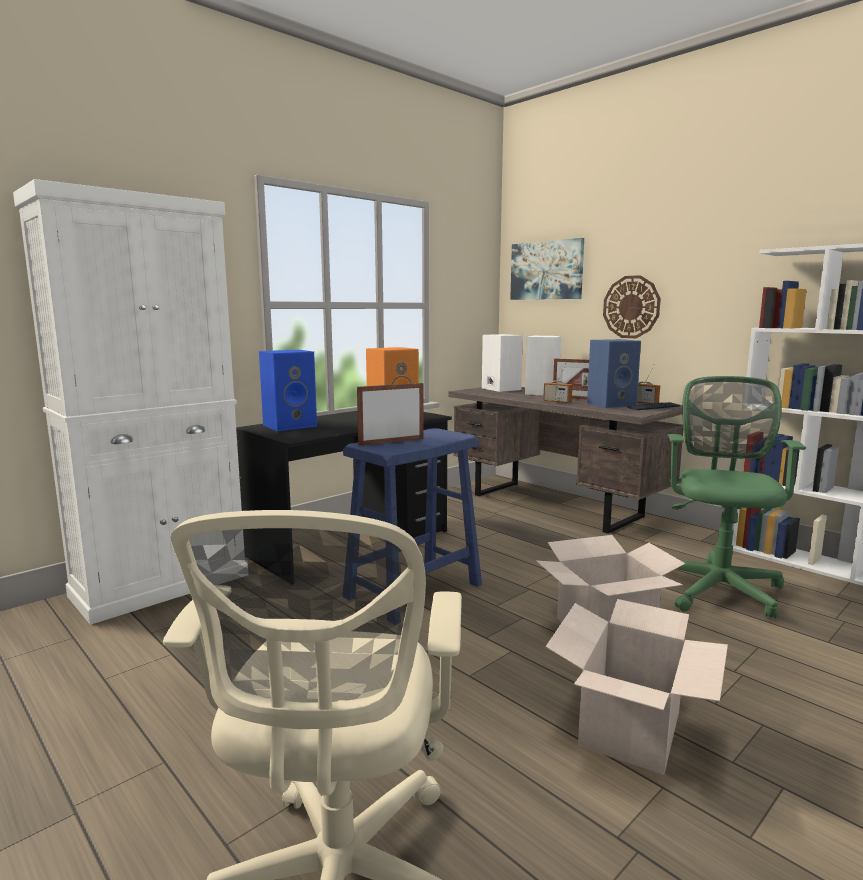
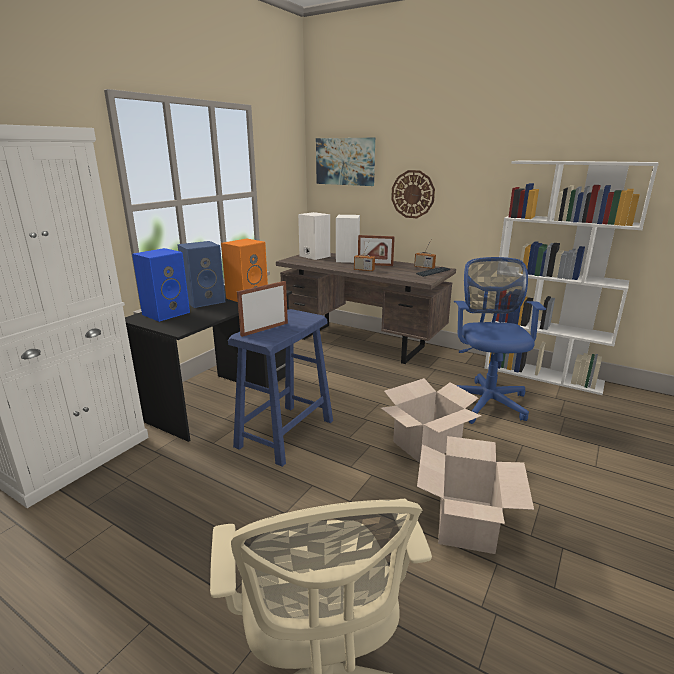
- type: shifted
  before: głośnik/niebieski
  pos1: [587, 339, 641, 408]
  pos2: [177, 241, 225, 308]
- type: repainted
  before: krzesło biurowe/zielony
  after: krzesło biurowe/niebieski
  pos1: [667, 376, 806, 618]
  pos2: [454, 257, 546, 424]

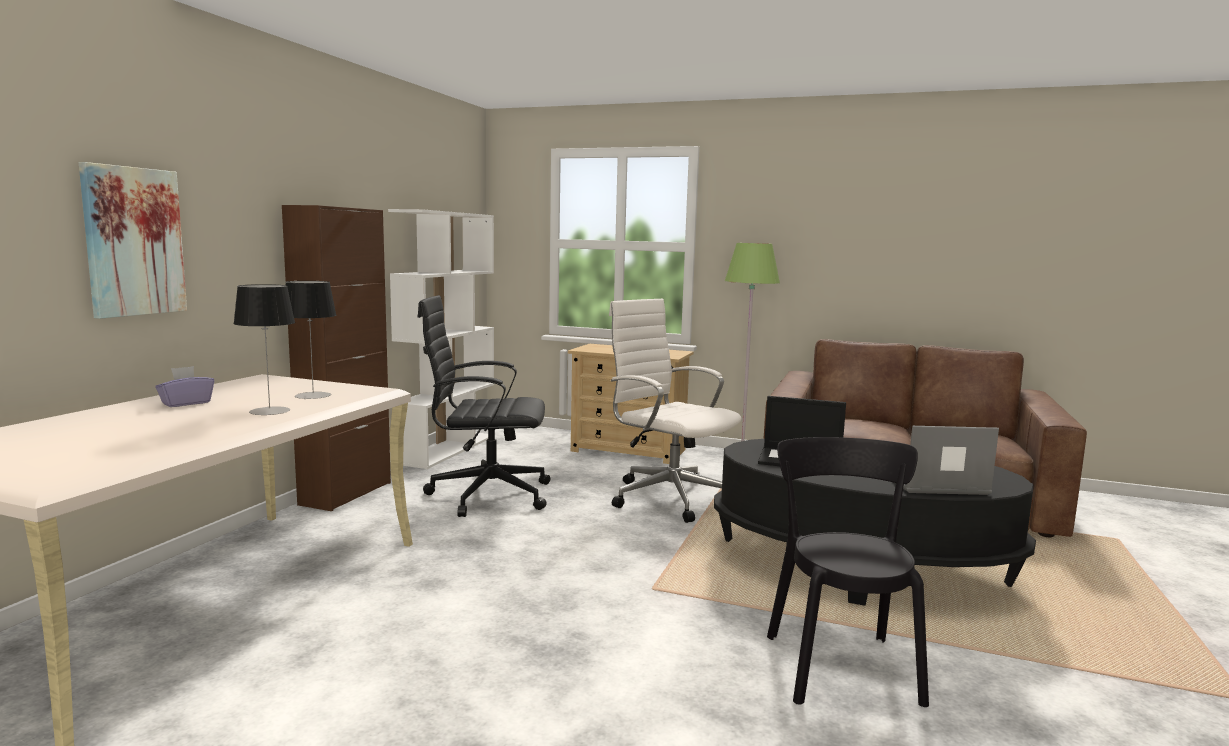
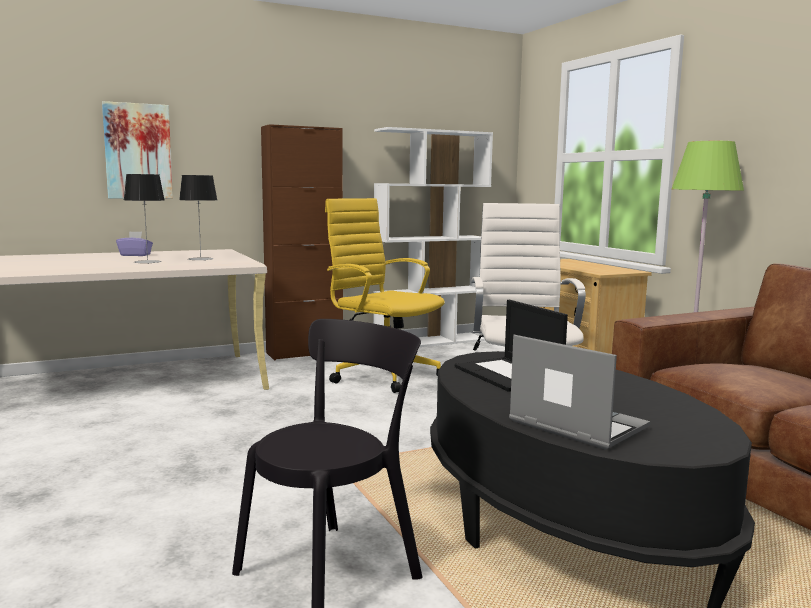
- type: repainted
  before: krzesło biurowe/czarny
  after: krzesło biurowe/żółty
  pos1: [418, 295, 550, 517]
  pos2: [325, 198, 445, 393]

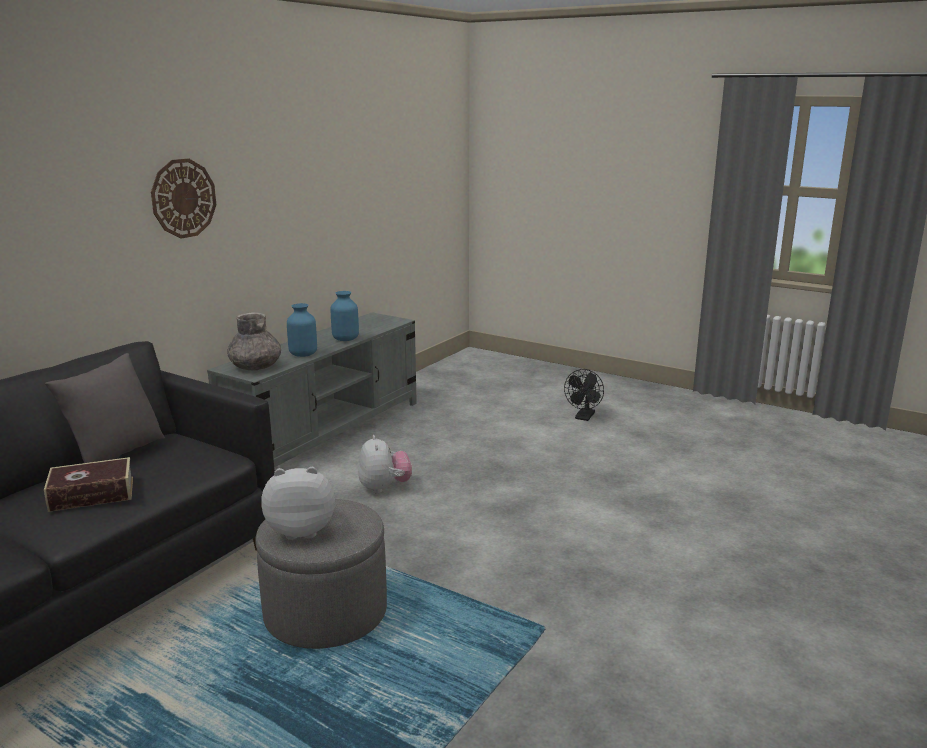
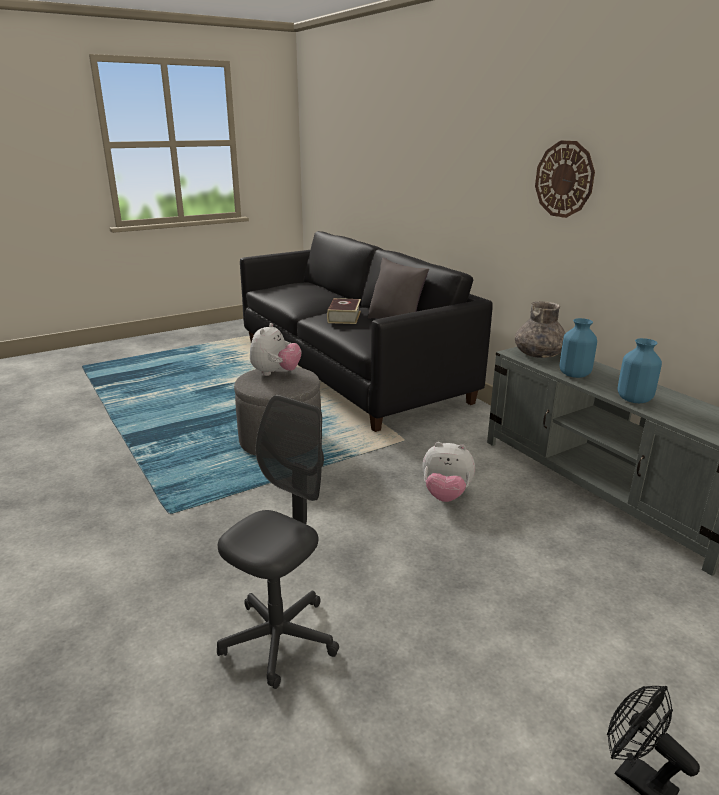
- type: new
  after: krzesło biurowe/szary
  pos2: [217, 395, 339, 689]

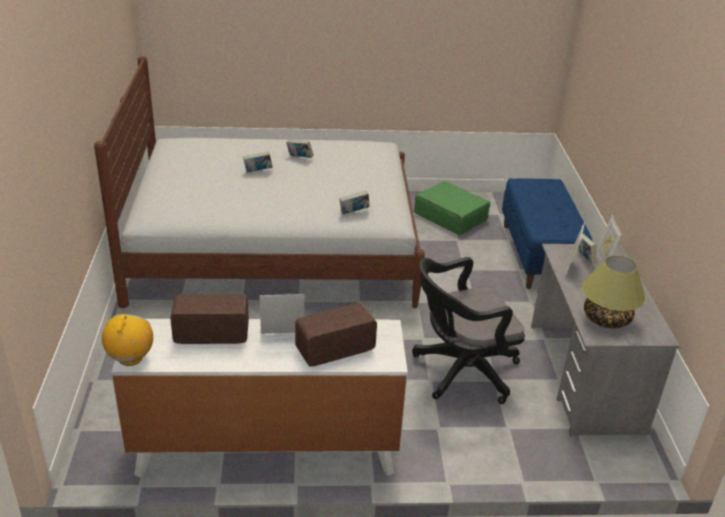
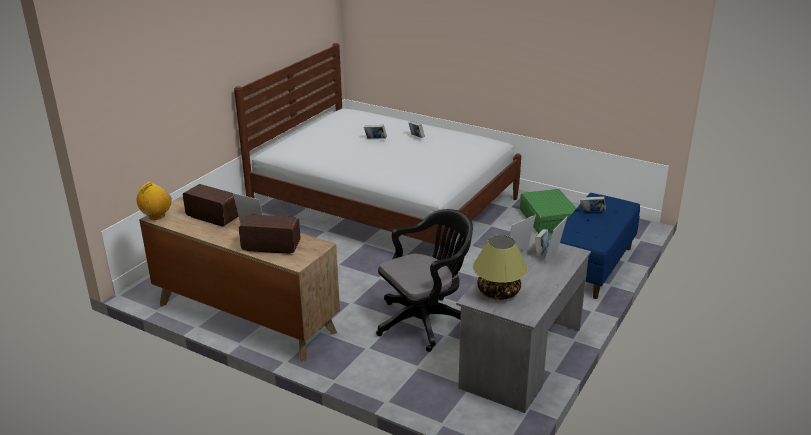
- type: repainted
  before: komoda/biały
  after: komoda/brązowy
  pos1: [111, 319, 408, 478]
  pos2: [139, 197, 340, 362]
- type: shifted
  before: książka
  pos1: [339, 191, 370, 214]
  pos2: [580, 196, 606, 212]
- type: rotated
  before: krzesło biurowe/czarny
  pos1: [412, 257, 525, 404]
  pos2: [376, 209, 473, 352]
  turn: 135

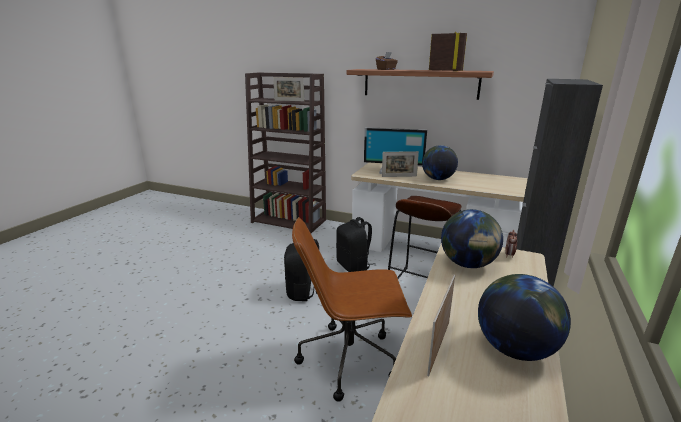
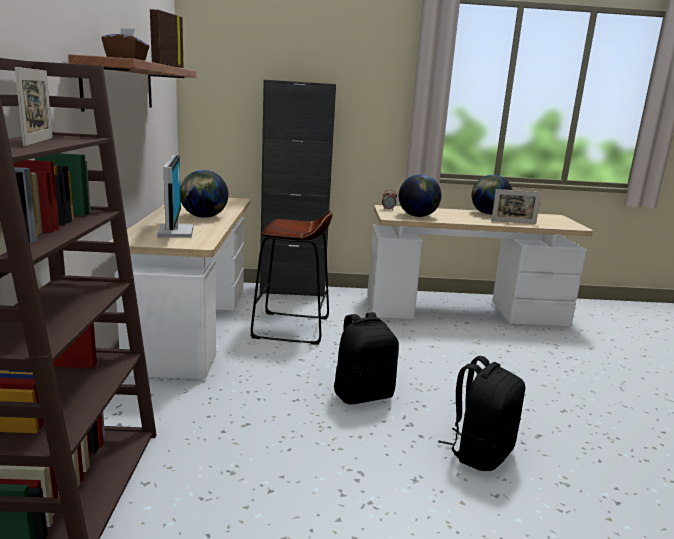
- type: gone
  before: krzesło biurowe/brązowy
  pos1: [292, 217, 412, 402]
- type: shifted
  before: plecak/czarny
  pos1: [336, 217, 375, 272]
  pos2: [438, 356, 525, 471]
- type: gone
  before: ramka na zdjęcie
  pos1: [382, 151, 419, 177]

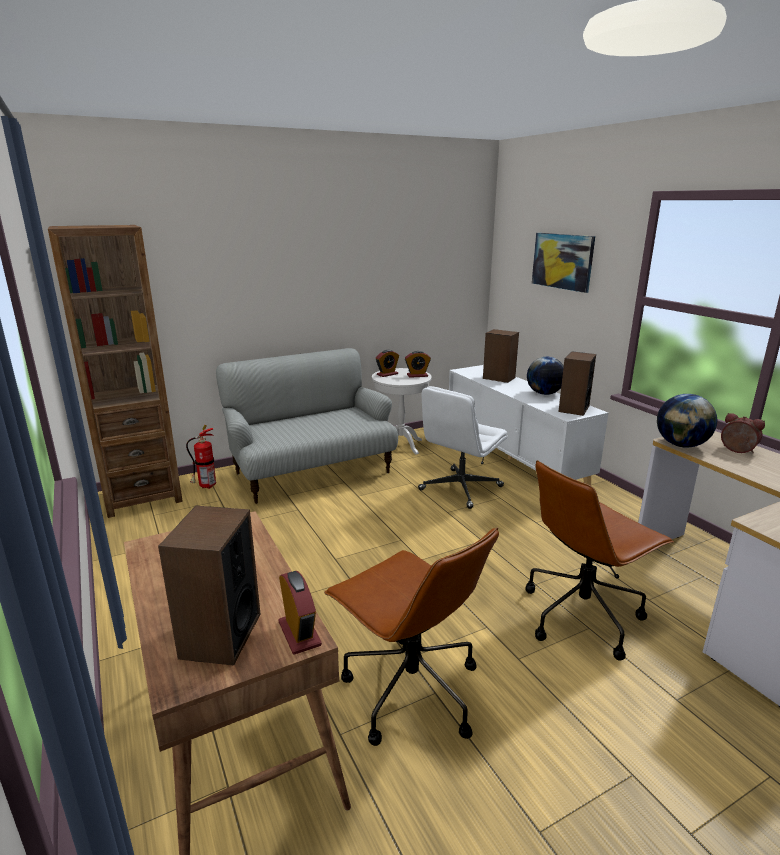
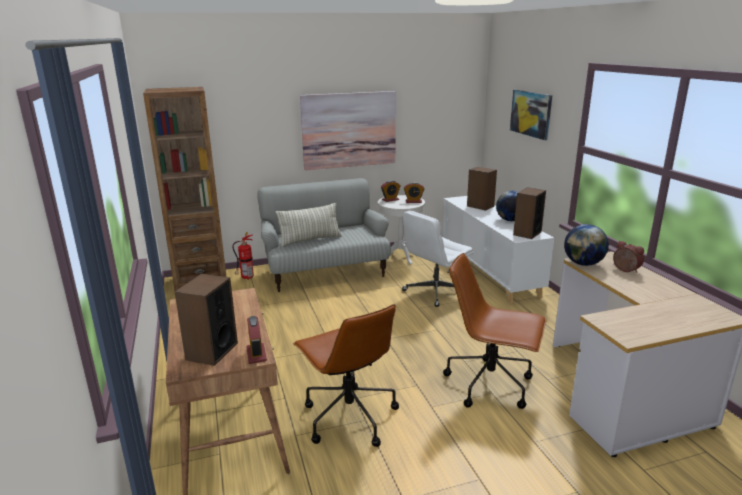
- type: rotated
  before: krzesło biurowe/brązowy
  pos1: [526, 460, 674, 660]
  pos2: [443, 253, 546, 409]
  turn: 45
- type: new
  after: poduszka
  pos2: [276, 203, 342, 247]
- type: new
  after: obraz
  pos2: [300, 91, 396, 170]

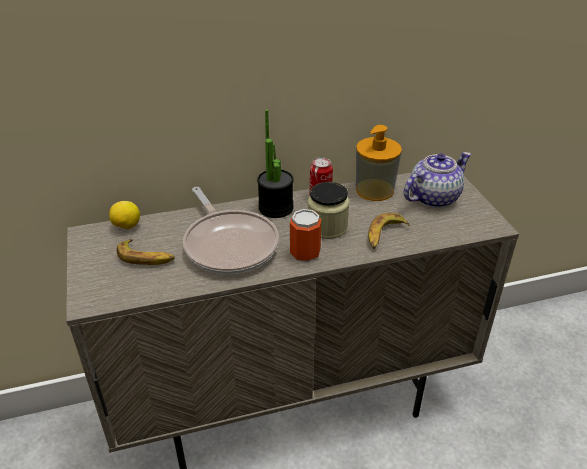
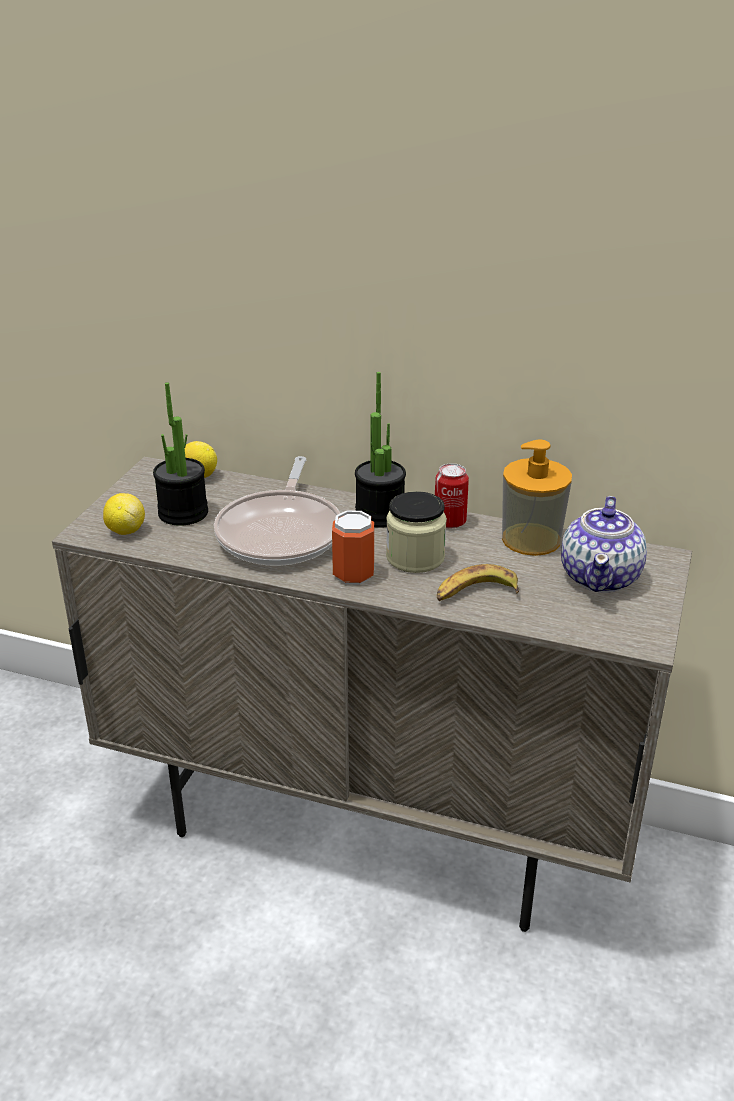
- type: swapped
  before: banan
  after: roślina doniczkowa
  pos1: [117, 239, 175, 265]
  pos2: [153, 382, 208, 526]
- type: rotated
  before: imbryk
  pos1: [404, 152, 471, 208]
  pos2: [561, 496, 647, 593]
  turn: 105
- type: new
  after: cytryna
  pos2: [103, 493, 145, 535]

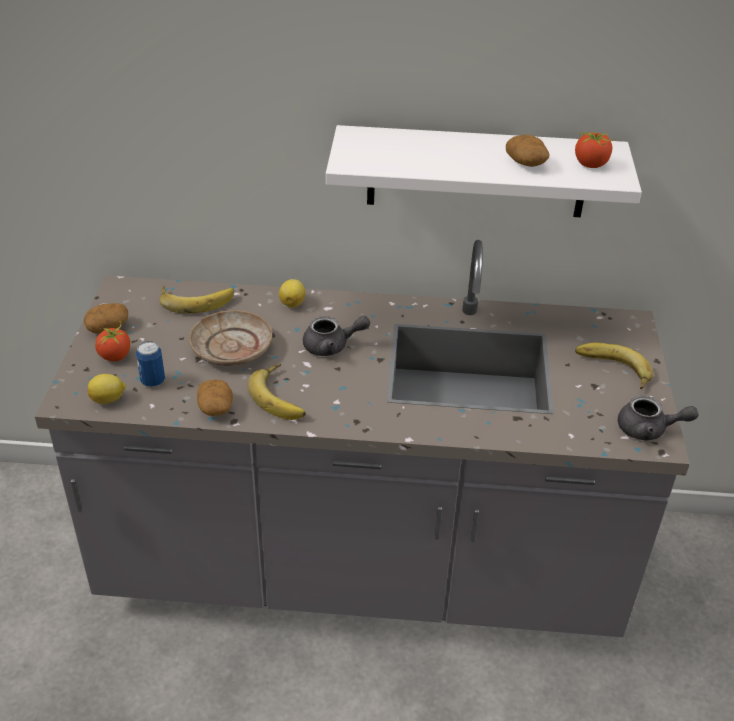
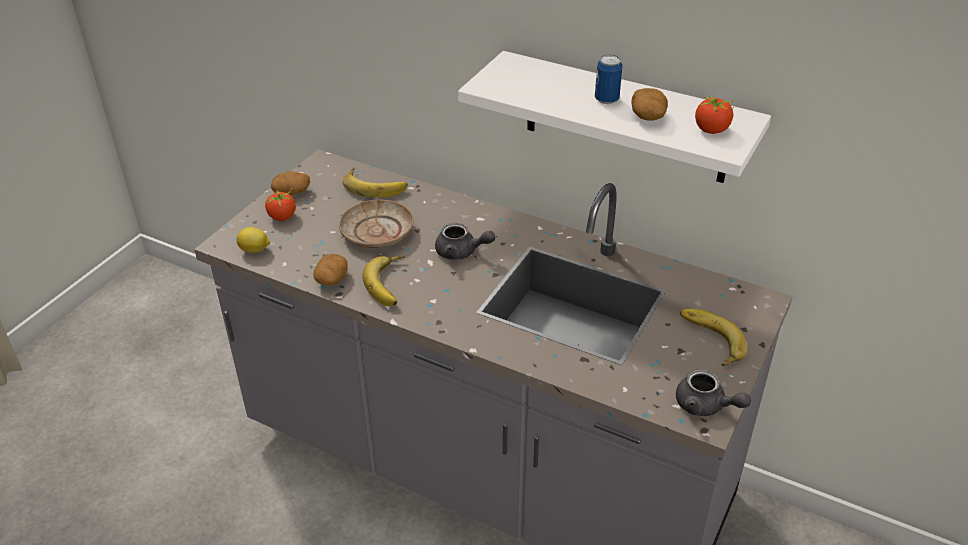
- type: shifted
  before: puszka
  pos1: [136, 341, 165, 387]
  pos2: [595, 55, 623, 104]
- type: gone
  before: cytryna
  pos1: [279, 279, 305, 308]

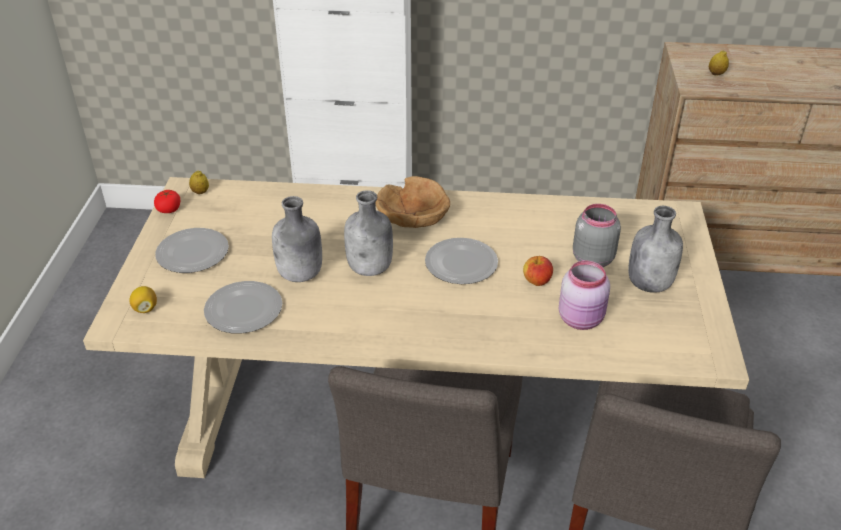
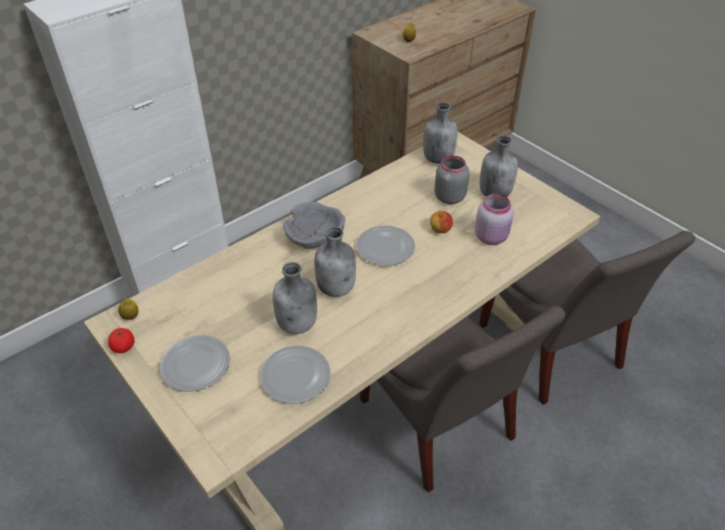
- type: gone
  before: cytryna
  pos1: [129, 286, 157, 313]
- type: repainted
  before: miska/brązowy
  after: miska/szary
  pos1: [376, 176, 450, 228]
  pos2: [283, 201, 345, 249]
- type: new
  after: butelka/szary
  pos2: [423, 102, 458, 164]

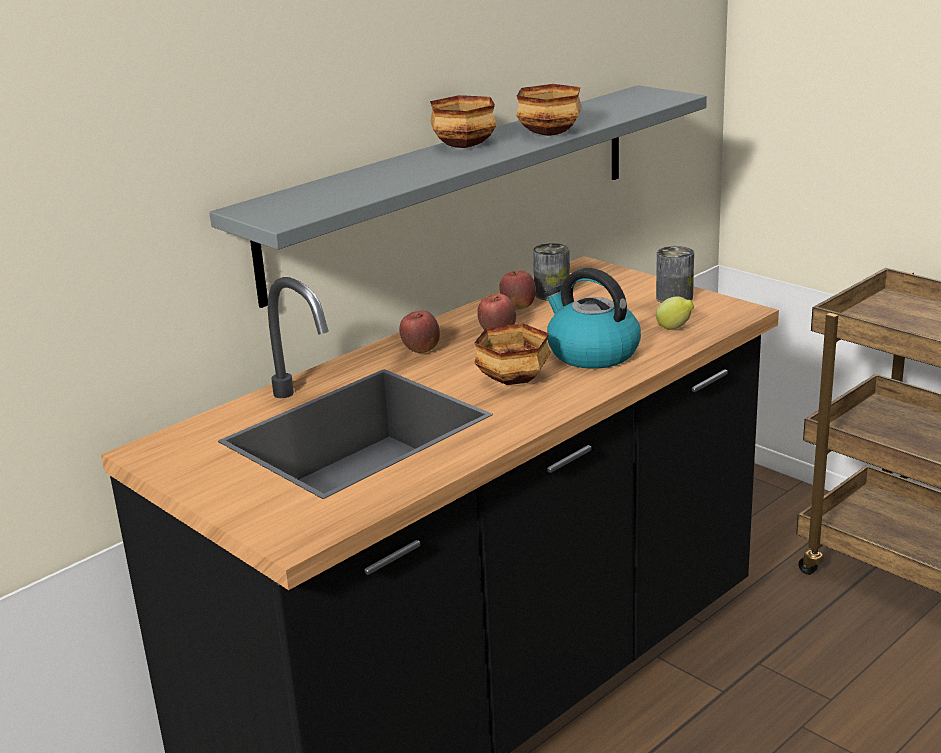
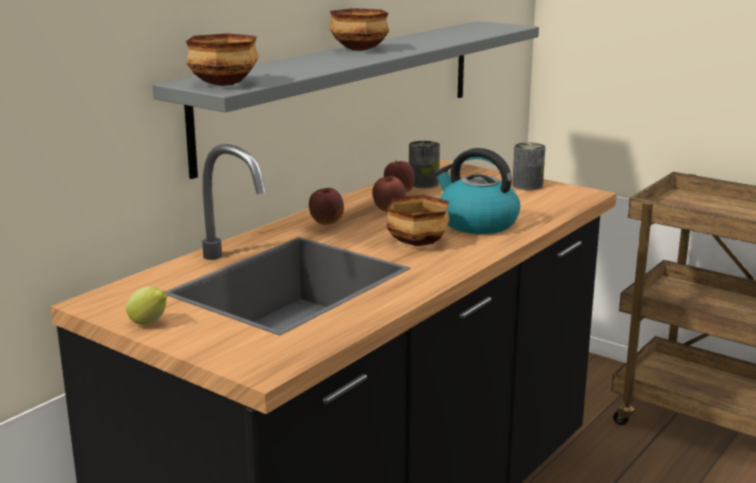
- type: shifted
  before: miska
  pos1: [516, 84, 582, 136]
  pos2: [186, 33, 259, 86]
- type: shifted
  before: cytryna
  pos1: [656, 296, 694, 330]
  pos2: [126, 286, 167, 325]

